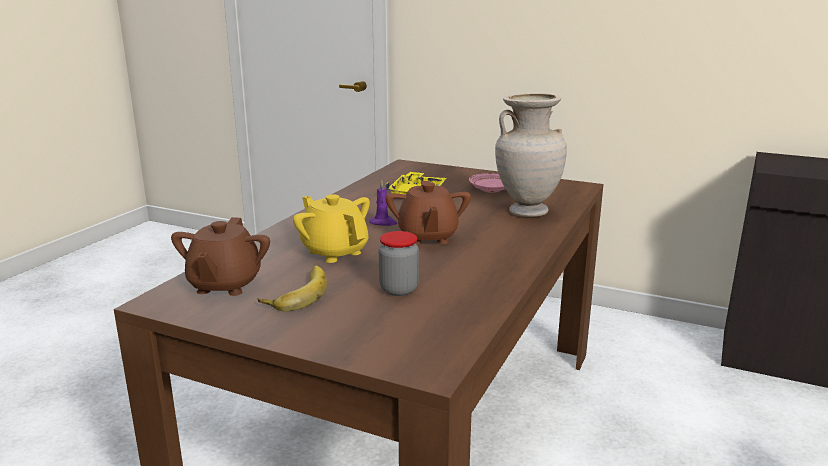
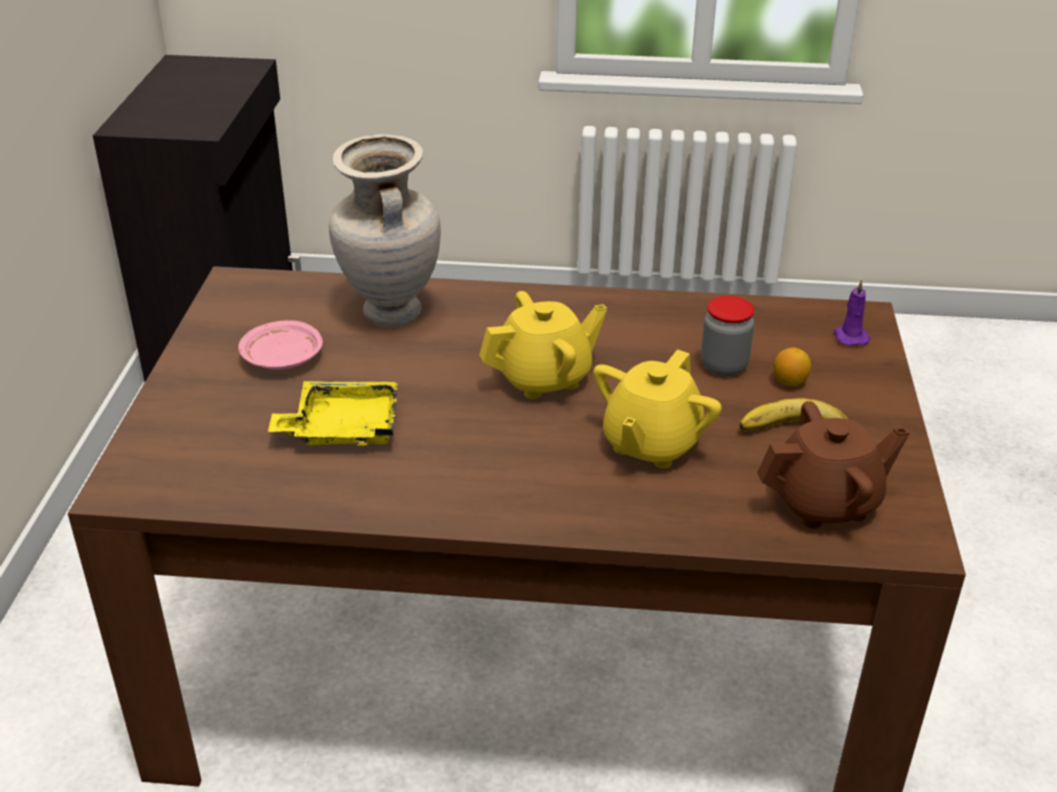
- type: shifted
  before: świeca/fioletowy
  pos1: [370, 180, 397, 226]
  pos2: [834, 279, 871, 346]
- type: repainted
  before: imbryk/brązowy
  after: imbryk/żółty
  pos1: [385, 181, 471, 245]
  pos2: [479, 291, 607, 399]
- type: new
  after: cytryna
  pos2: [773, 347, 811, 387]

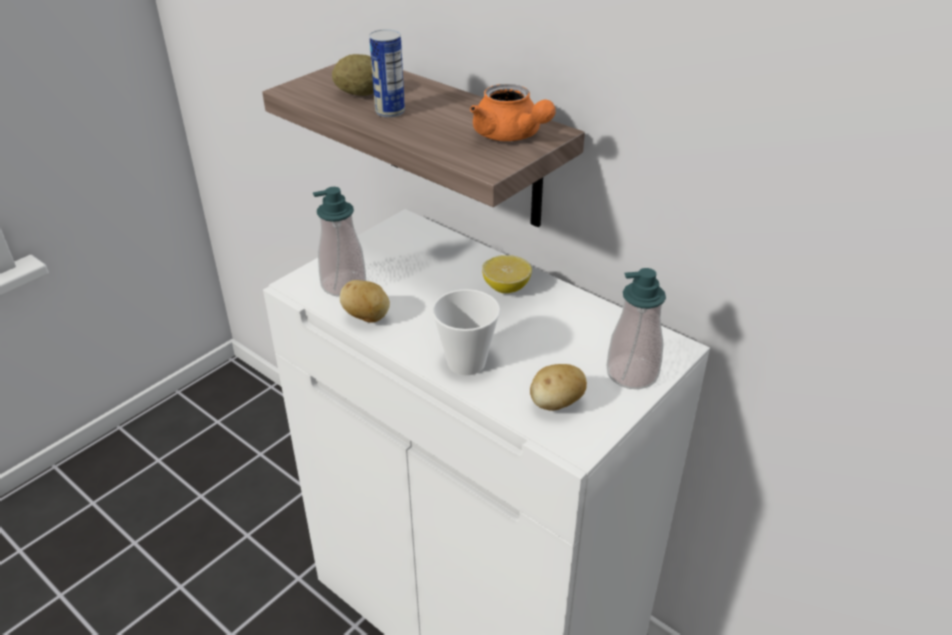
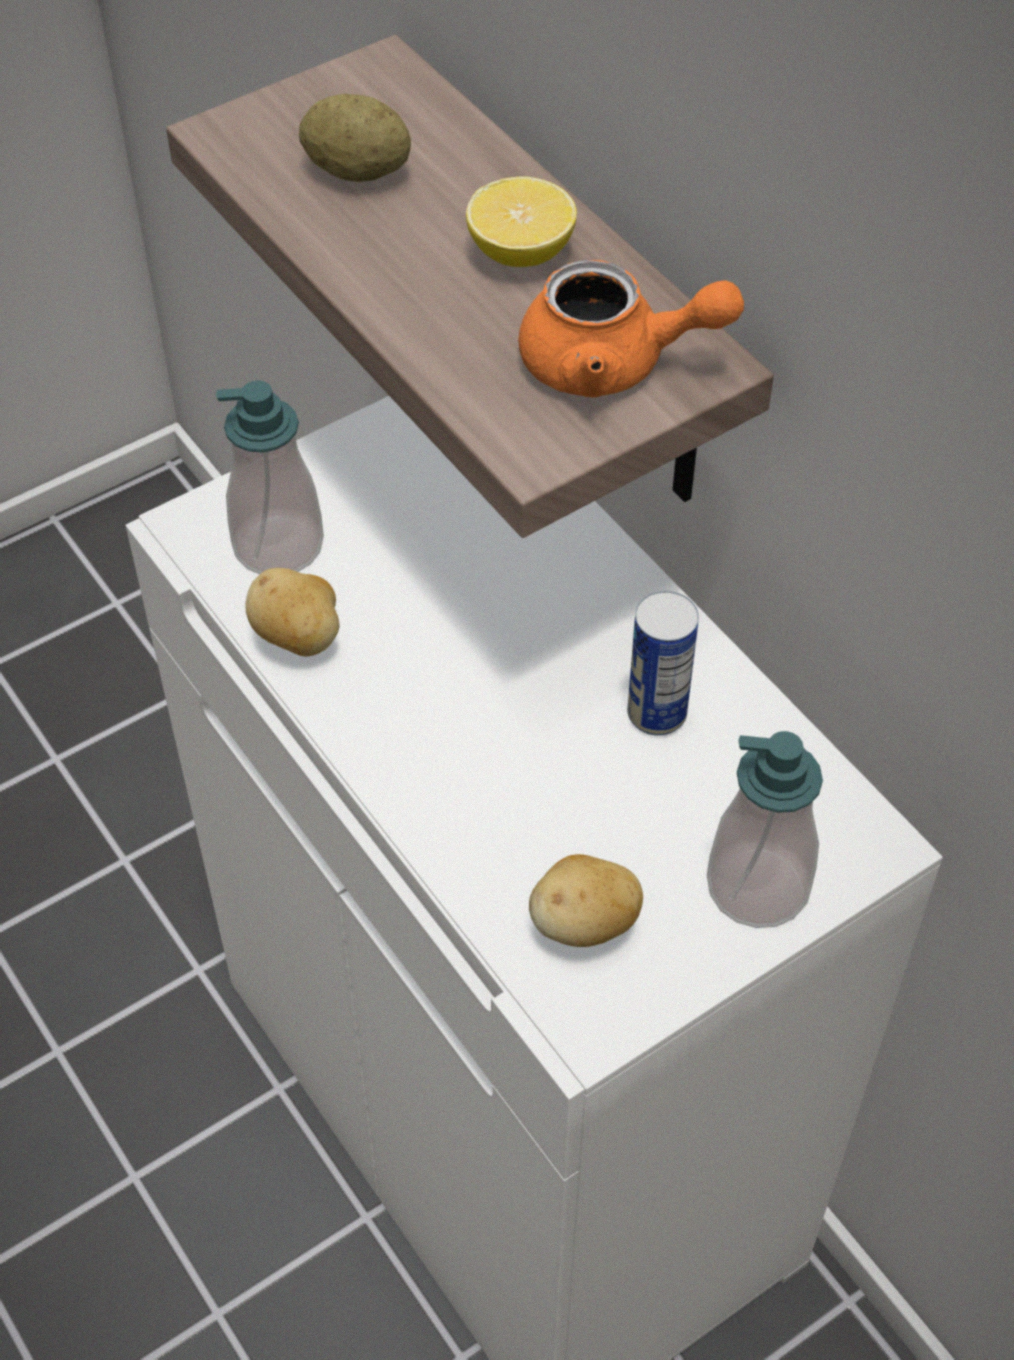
- type: shifted
  before: puszka
  pos1: [369, 29, 405, 118]
  pos2: [627, 591, 699, 736]
- type: gone
  before: filiżanka
  pos1: [432, 289, 500, 375]
- type: rotated
  before: imbryk/pomarańczowy
  pos1: [470, 84, 556, 141]
  pos2: [518, 260, 744, 398]
  turn: -60
- type: shifted
  before: cytryna
  pos1: [482, 255, 532, 293]
  pos2: [466, 176, 577, 267]

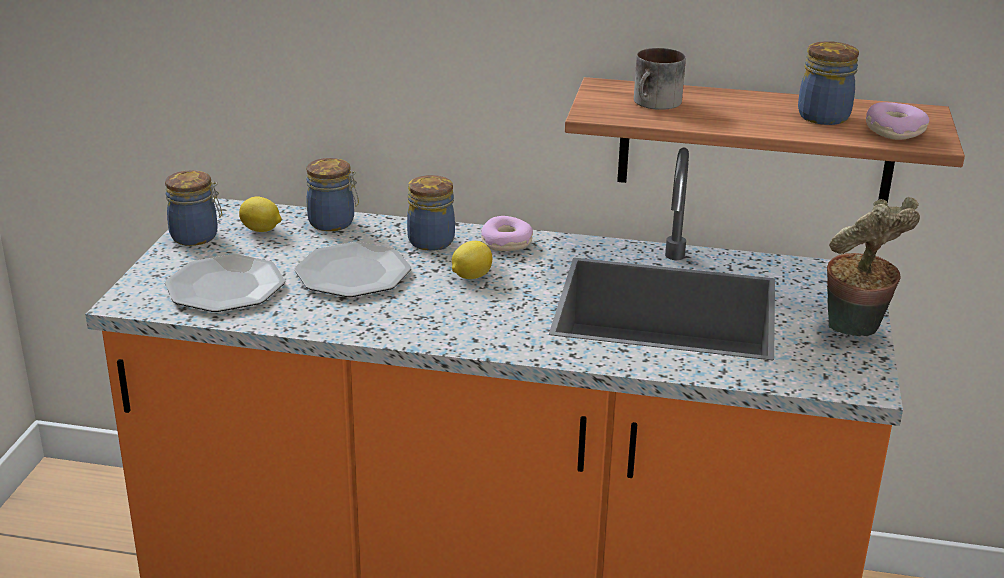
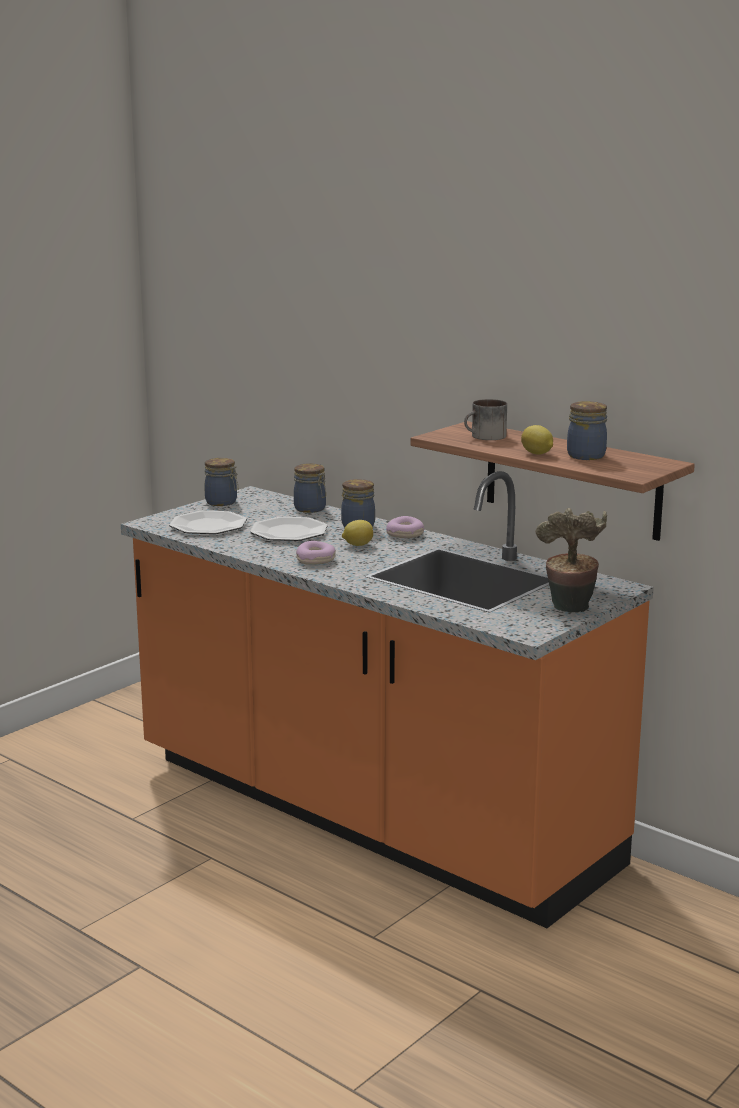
- type: shifted
  before: cytryna
  pos1: [239, 197, 282, 232]
  pos2: [521, 425, 553, 455]
- type: shifted
  before: donut
  pos1: [866, 102, 929, 140]
  pos2: [296, 541, 336, 565]

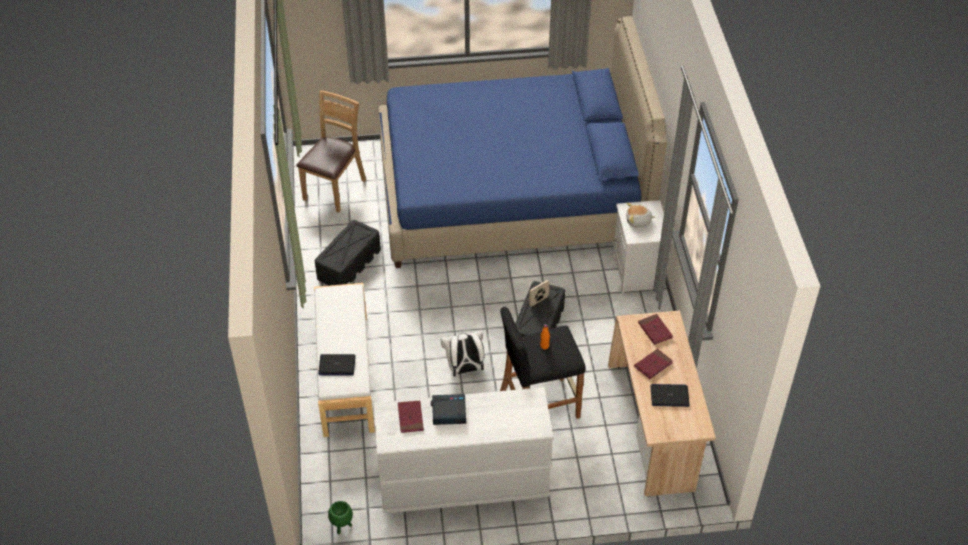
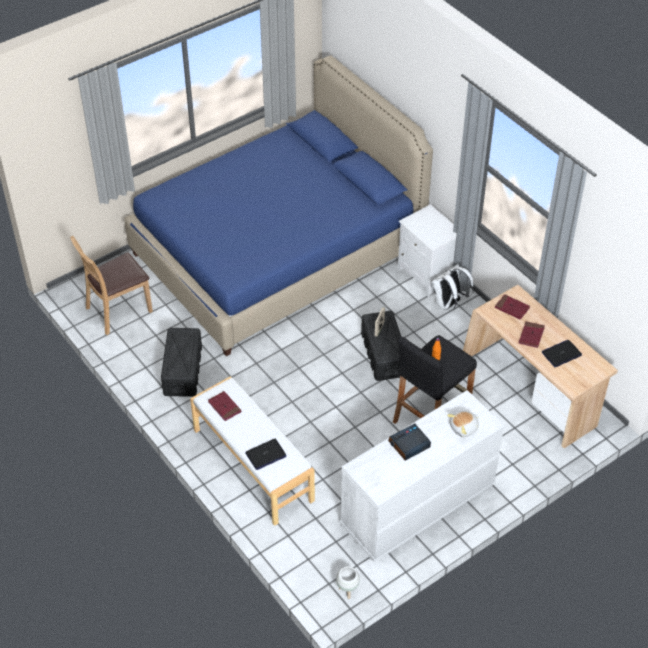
- type: rotated
  before: krzesło/brązowy
  pos1: [297, 90, 366, 213]
  pos2: [70, 236, 153, 335]
  turn: -120
- type: repainted
  before: donica/zielony
  after: donica/biały
  pos1: [328, 501, 353, 535]
  pos2: [336, 566, 360, 599]
- type: shifted
  before: książka/czerwony
  pos1: [398, 401, 424, 433]
  pos2: [208, 391, 242, 421]
- type: shifted
  before: plecak/biały
  pos1: [441, 331, 484, 377]
  pos2: [431, 264, 474, 310]
- type: shifted
  before: pluszak
  pos1: [626, 203, 655, 228]
  pos2: [447, 411, 479, 437]

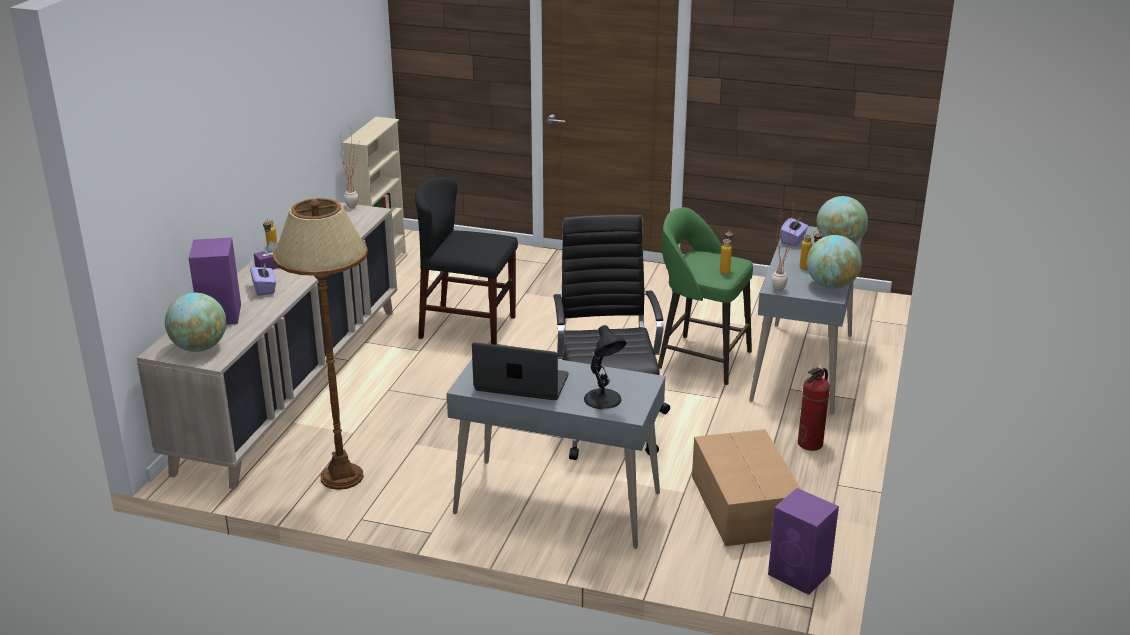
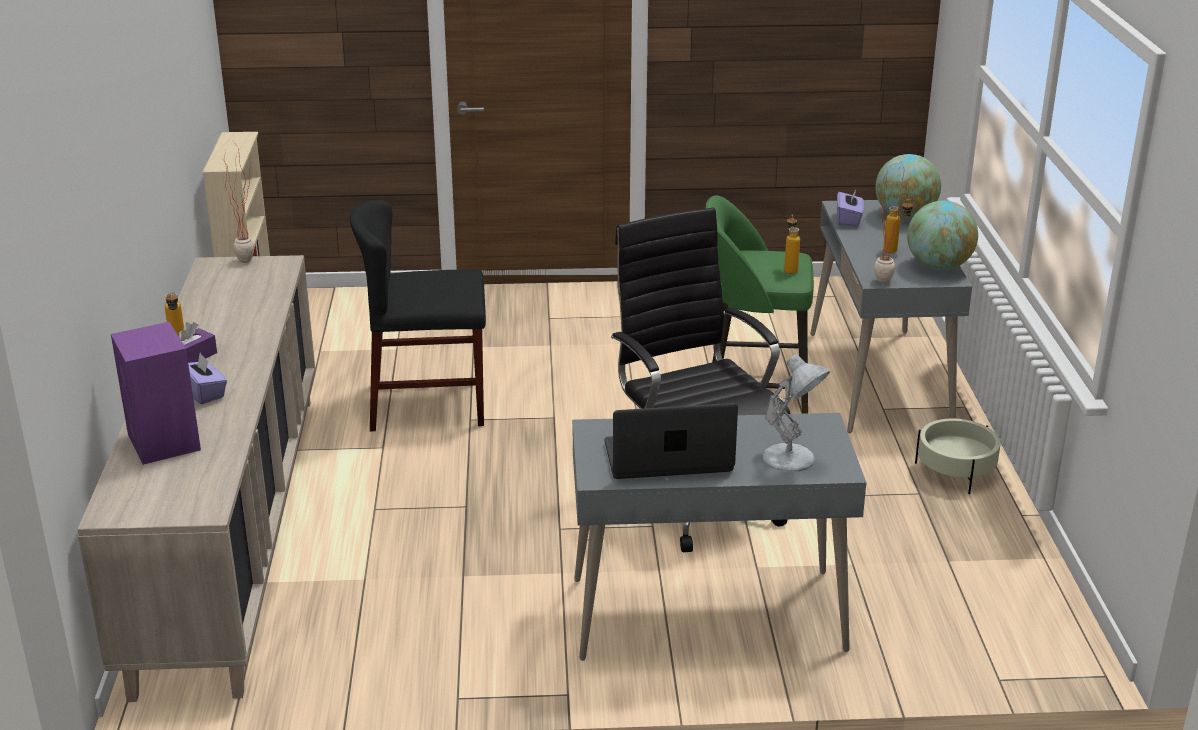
- type: gone
  before: globus
  pos1: [165, 293, 226, 352]
- type: gone
  before: lampa stojąca/brązowy
  pos1: [273, 198, 368, 490]
- type: repainted
  before: lampa stołowa/czarny
  after: lampa stołowa/biały
  pos1: [584, 325, 626, 409]
  pos2: [762, 354, 830, 472]
- type: gone
  before: karton
  pos1: [692, 429, 802, 546]
- type: gone
  before: głośnik/fioletowy
  pos1: [768, 488, 839, 595]
- type: swapped
  before: gaśnica
  after: donica/beżowy
  pos1: [798, 367, 830, 451]
  pos2: [915, 419, 1001, 494]

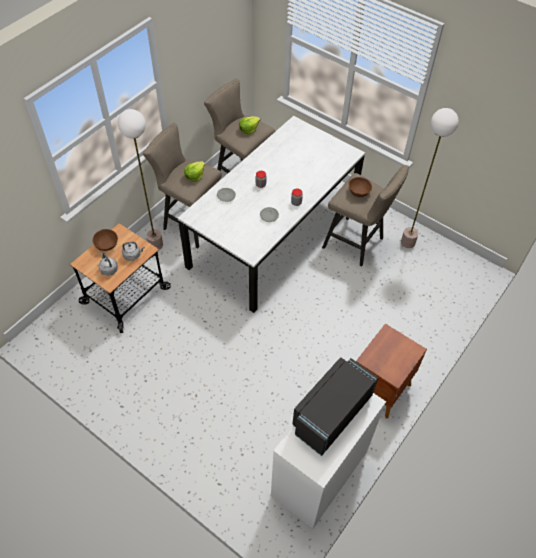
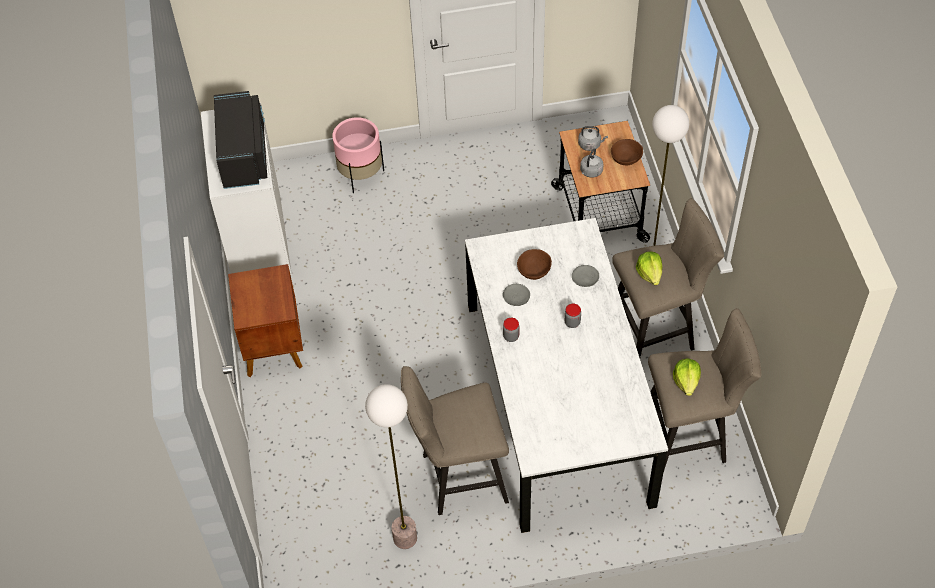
- type: shifted
  before: miska/brązowy
  pos1: [348, 177, 372, 197]
  pos2: [517, 249, 552, 280]
- type: new
  after: donica/różowy
  pos2: [332, 117, 384, 193]

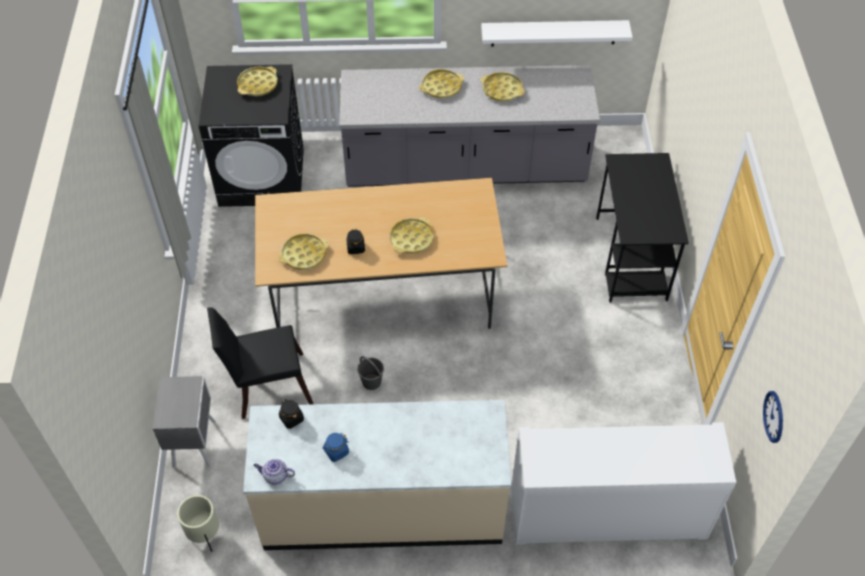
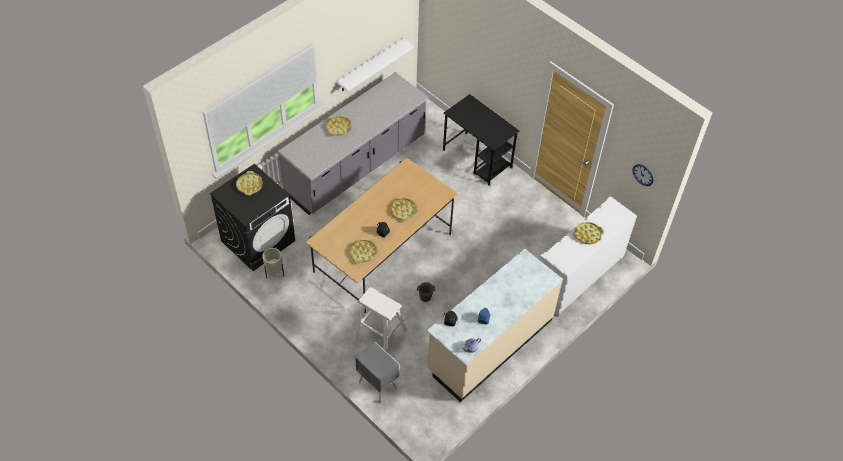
- type: shifted
  before: donica/beżowy
  pos1: [177, 495, 219, 552]
  pos2: [262, 248, 284, 279]
- type: swapped
  before: krzesło/czarny
  after: stołek/biały
  pos1: [207, 307, 313, 419]
  pos2: [353, 287, 407, 351]
- type: shifted
  before: taca/żółty
  pos1: [481, 72, 525, 102]
  pos2: [573, 222, 604, 244]

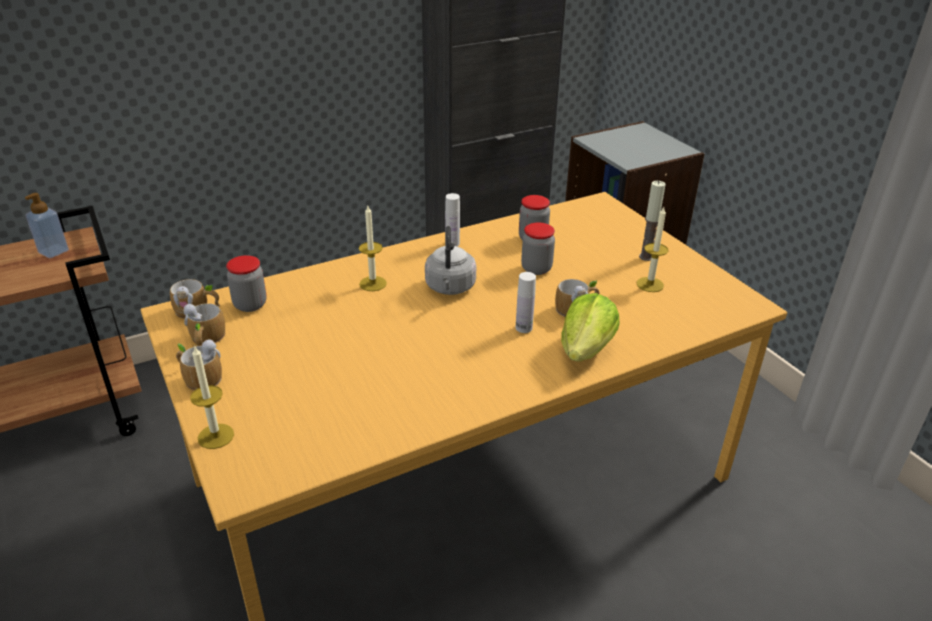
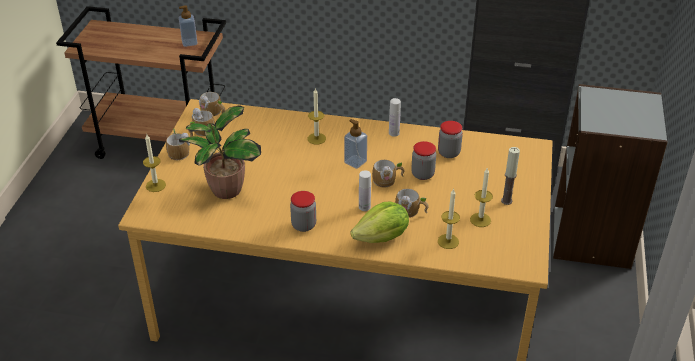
- type: shifted
  before: słoik
  pos1: [226, 255, 267, 312]
  pos2: [290, 191, 316, 232]
- type: swapped
  before: czajnik/szary
  after: dozownik mydła
  pos1: [425, 226, 476, 295]
  pos2: [344, 119, 367, 169]
- type: new
  after: roślina doniczkowa
  pos2: [179, 105, 261, 199]
- type: new
  after: kubek
  pos2: [372, 160, 405, 188]
- type: new
  after: świeca
  pos2: [438, 188, 460, 249]

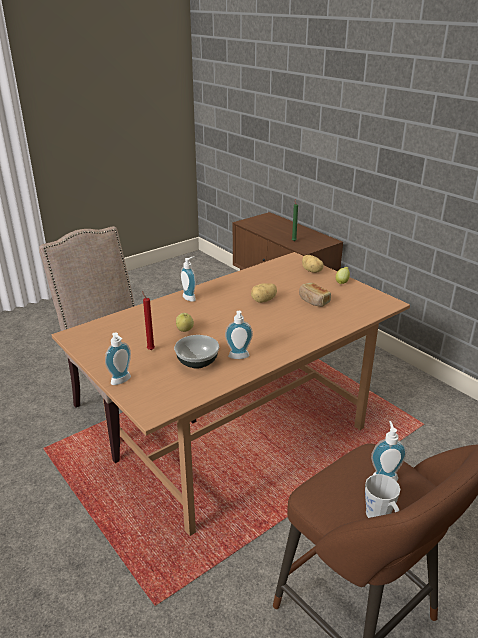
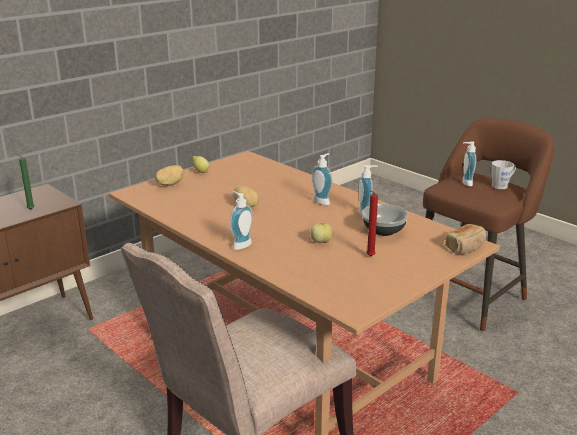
- type: shifted
  before: dozownik mydła
  pos1: [105, 332, 131, 385]
  pos2: [312, 153, 332, 205]
- type: shifted
  before: chleb
  pos1: [299, 283, 331, 307]
  pos2: [445, 224, 486, 254]

